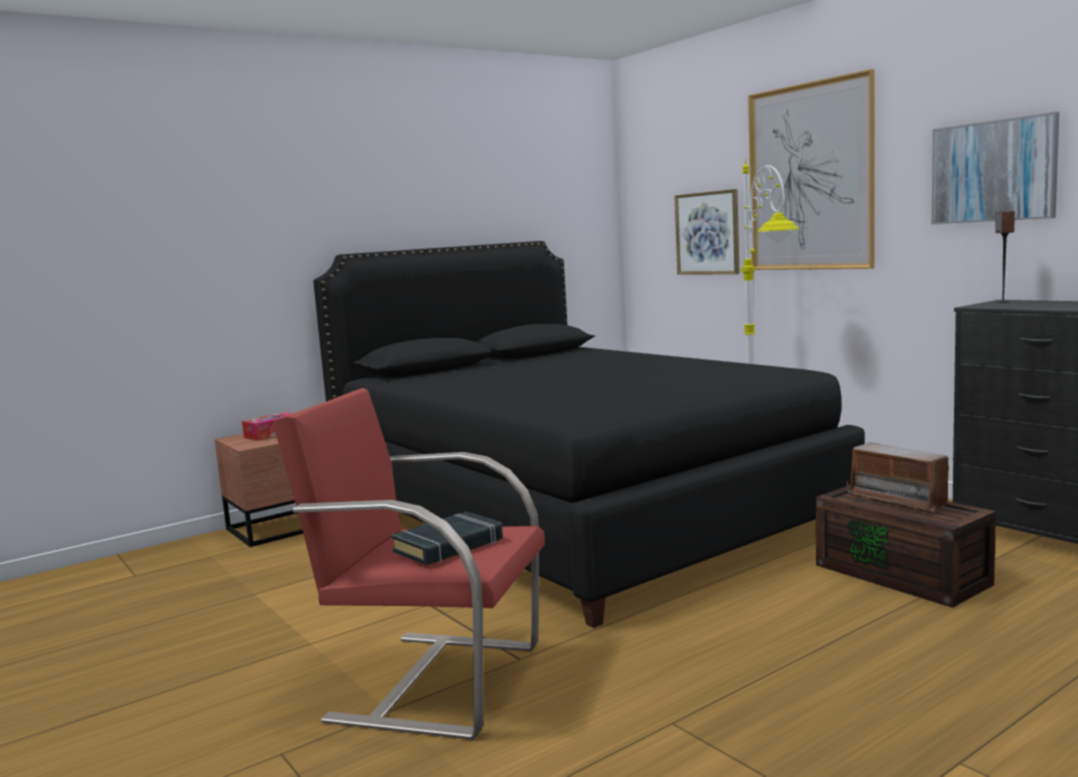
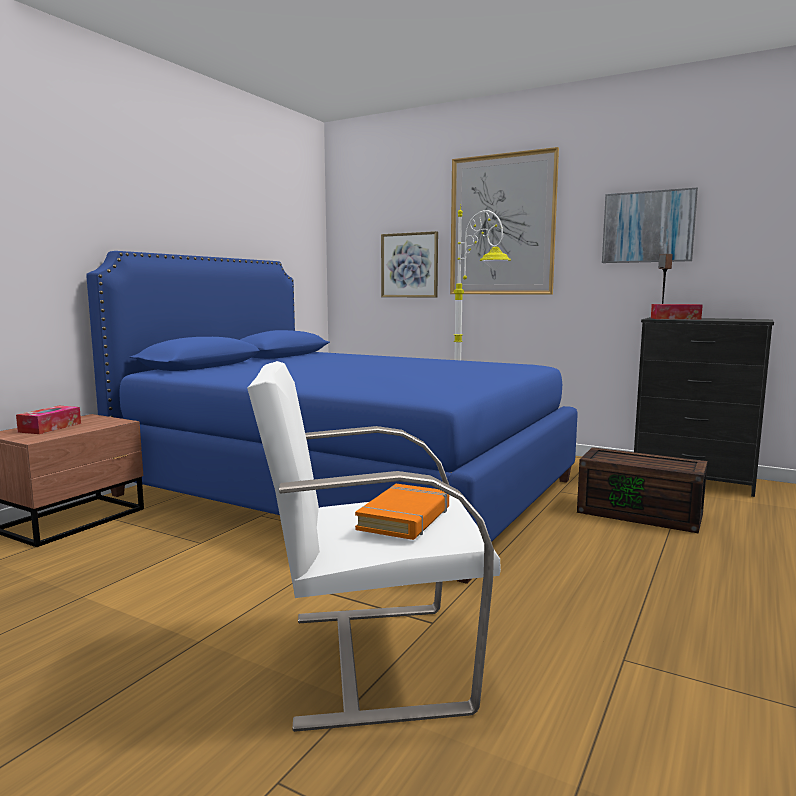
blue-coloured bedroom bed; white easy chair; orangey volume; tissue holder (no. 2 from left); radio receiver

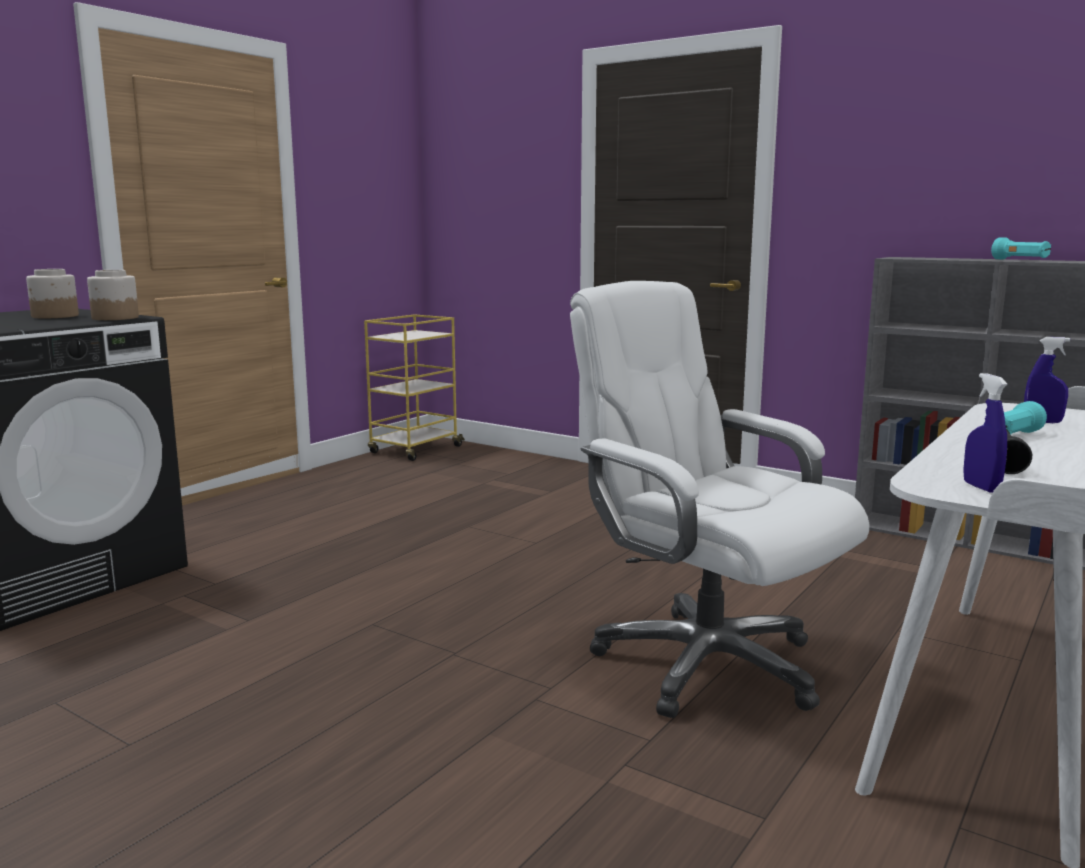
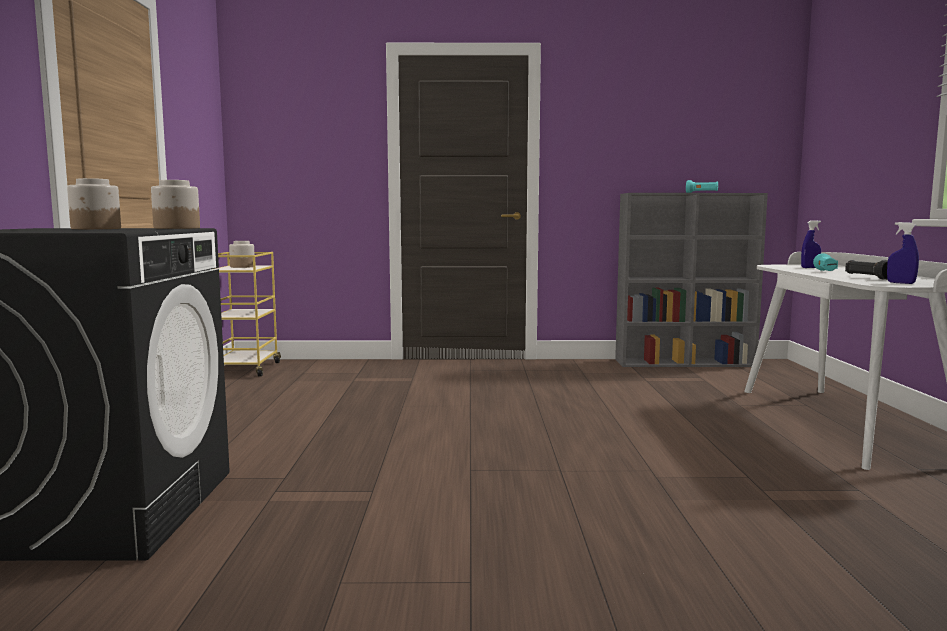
preserve jar (no. 3 from left); white computer chair

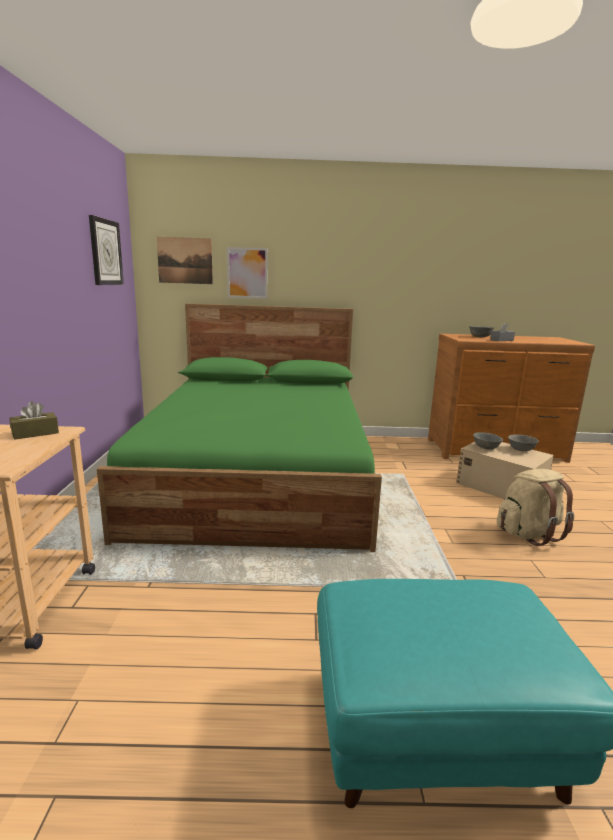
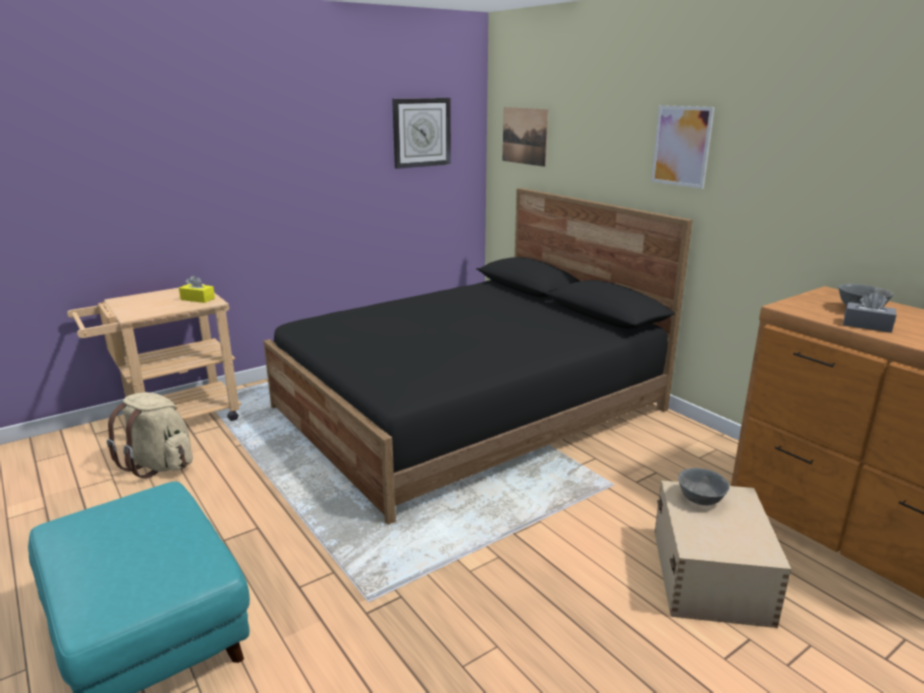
sand-coloured rucksack; yellow-coloured tissue holder; black-coloured bedroom bed; wall art (no. 2 from left); gray deep dish (no. 3 from left in the first image)

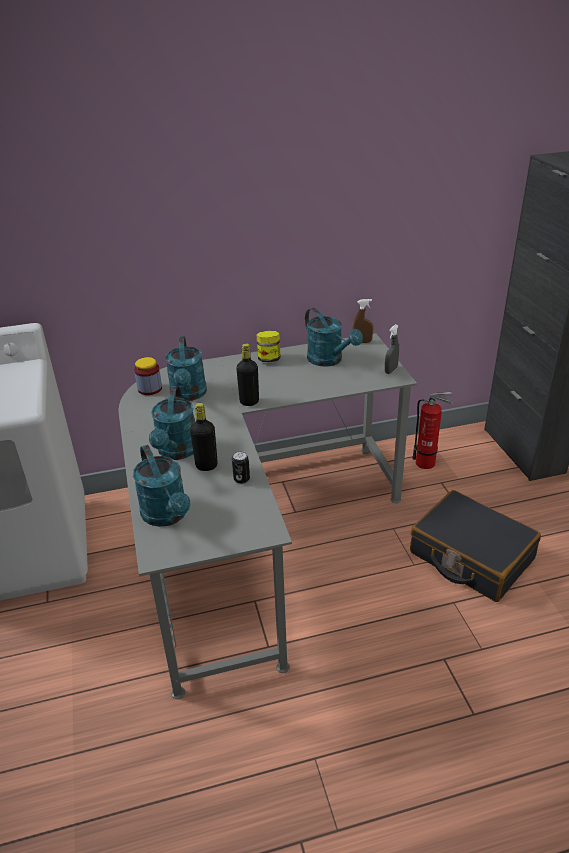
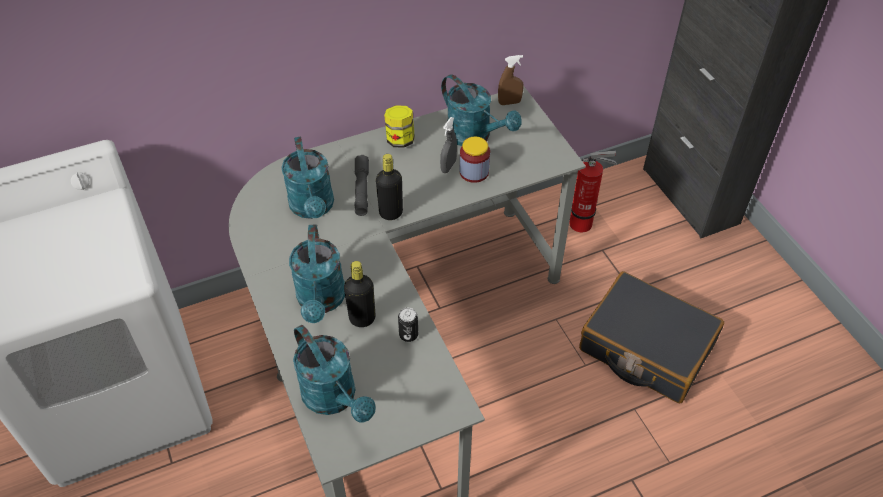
gray torch; gray spray bottle; preserve jar (no. 2 from left)

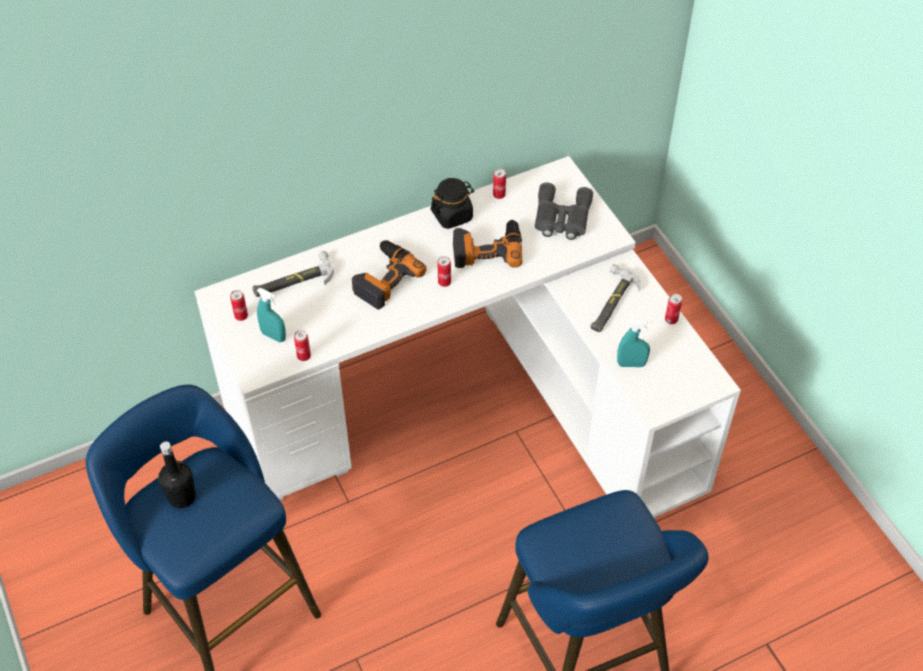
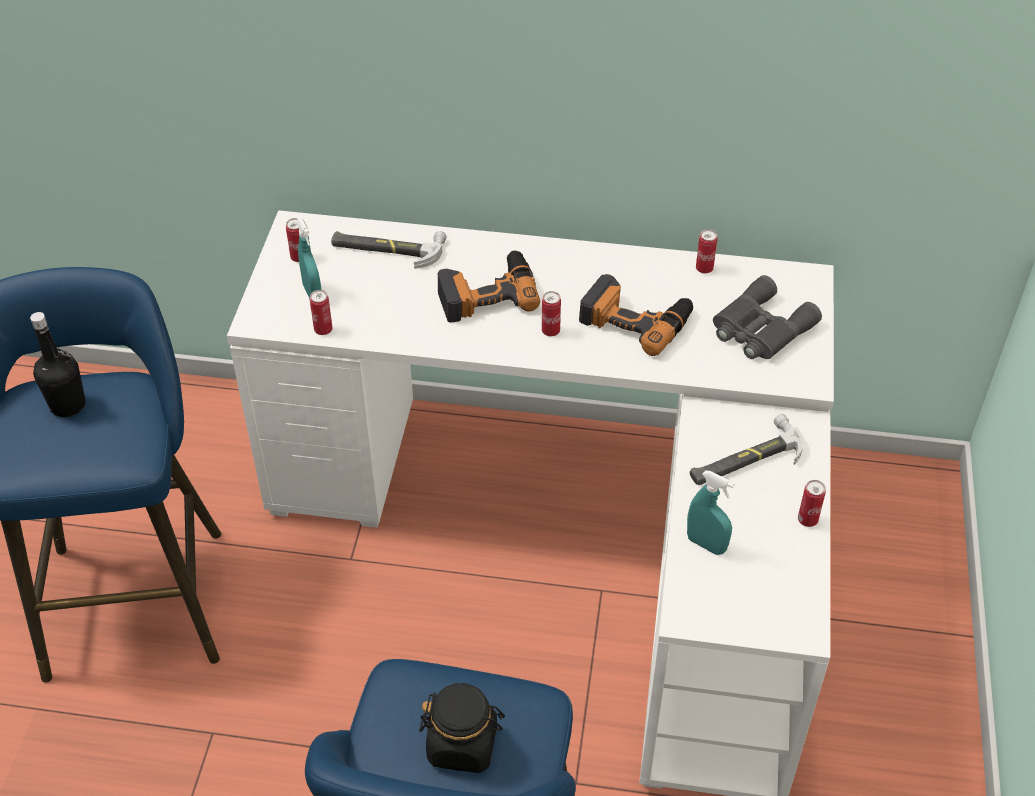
black-coloured preserve jar

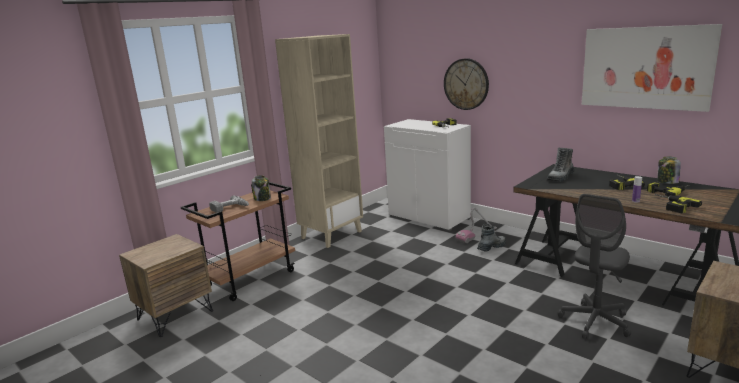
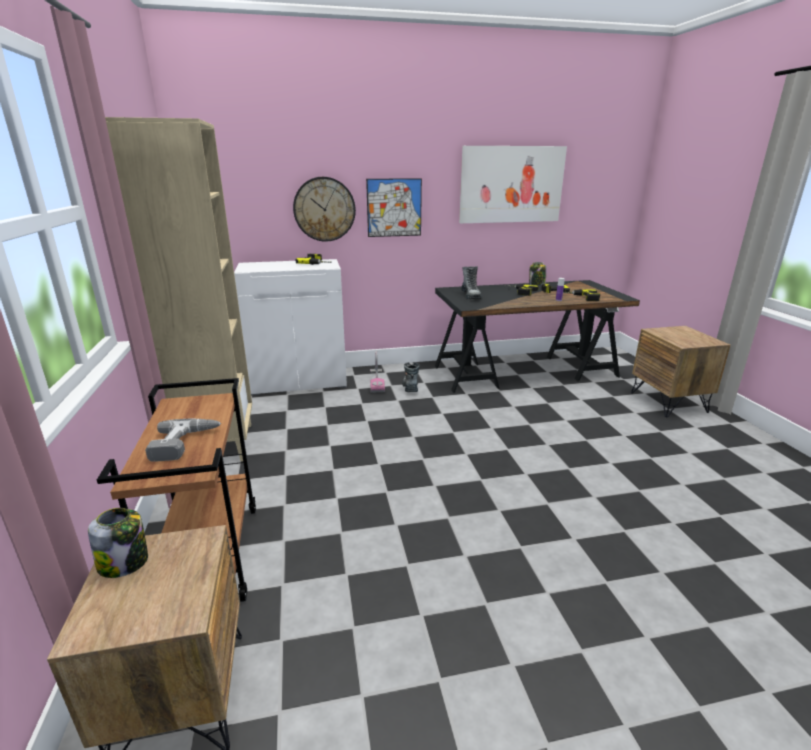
preserve jar (no. 1 from left); wall art (no. 1 from left); gray computer chair

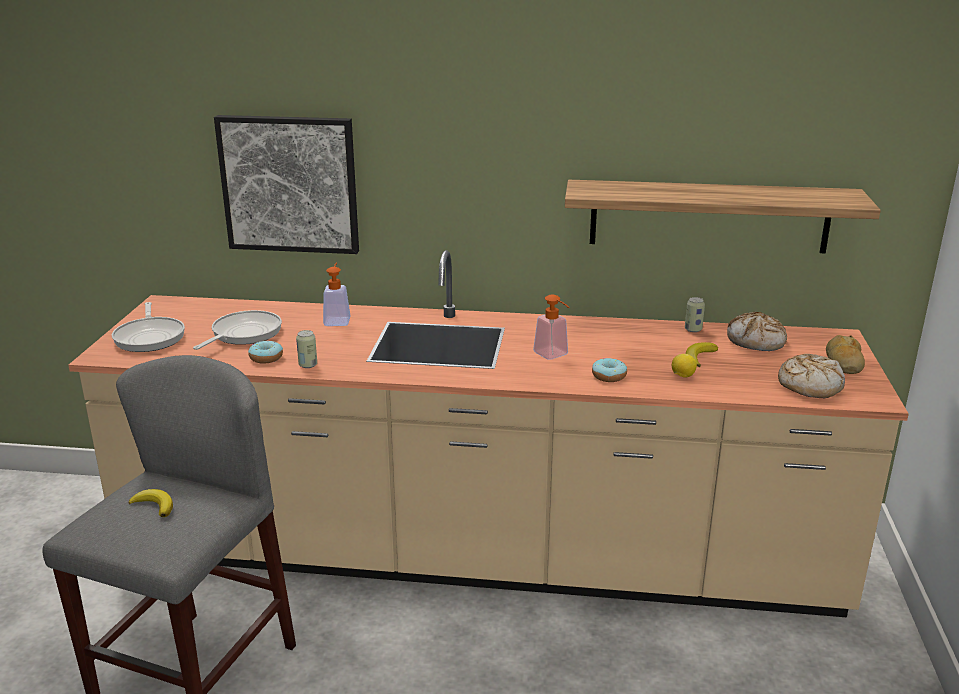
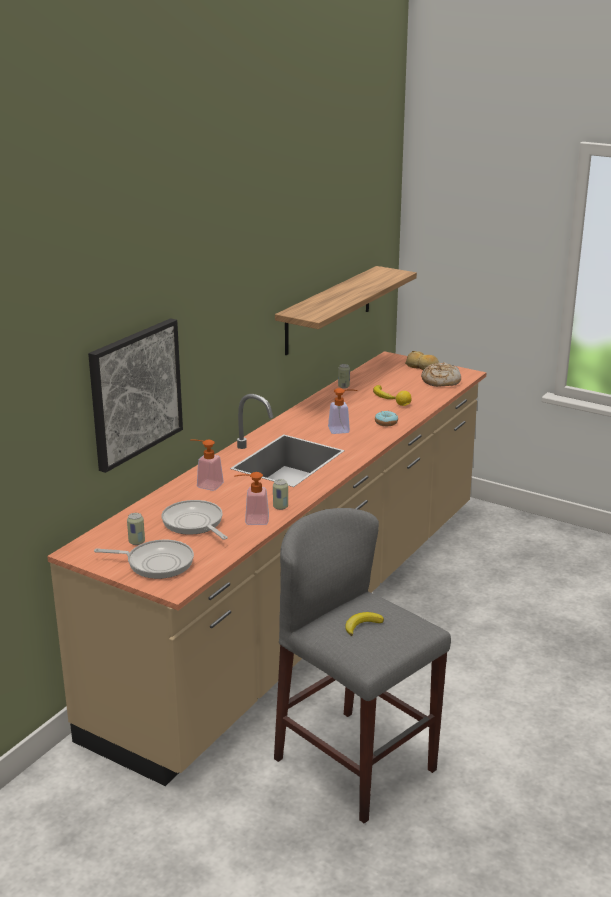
sealed can (no. 1 from left); soap dispenser (no. 2 from left); bakery bread (no. 1 from left in the first image)

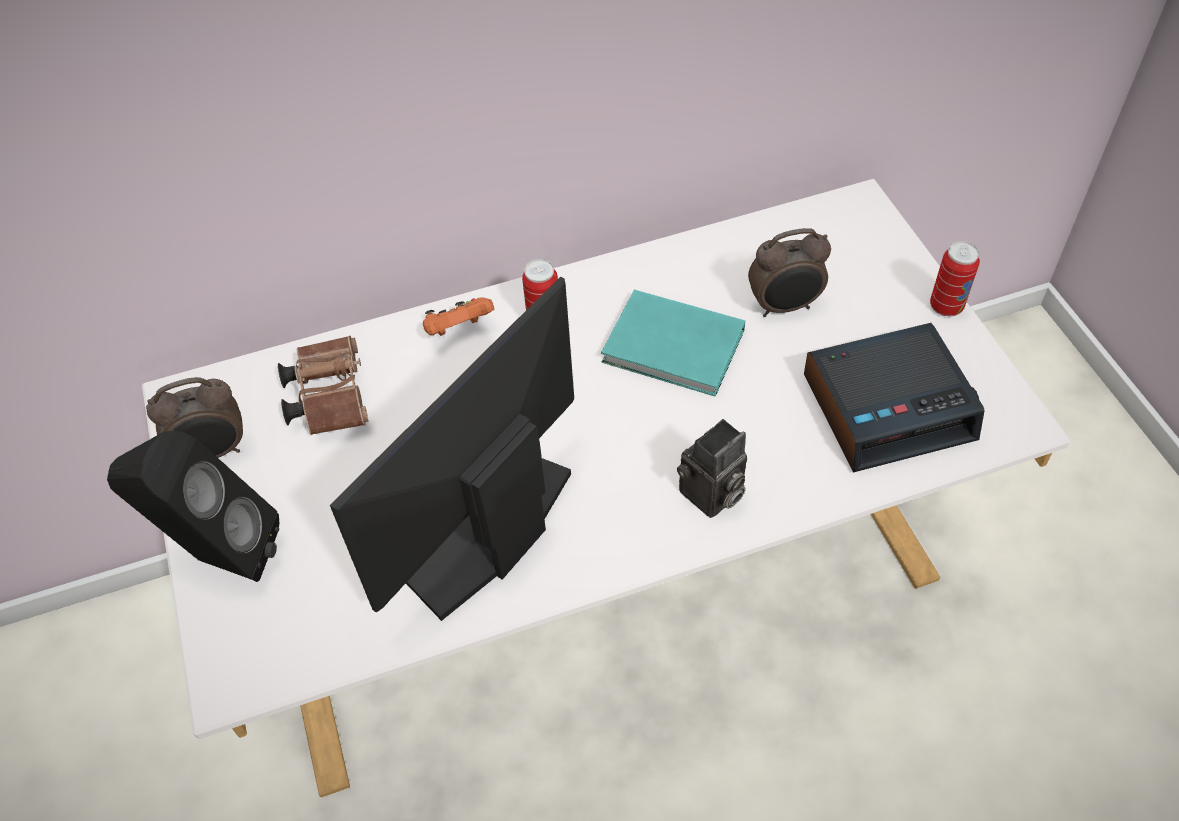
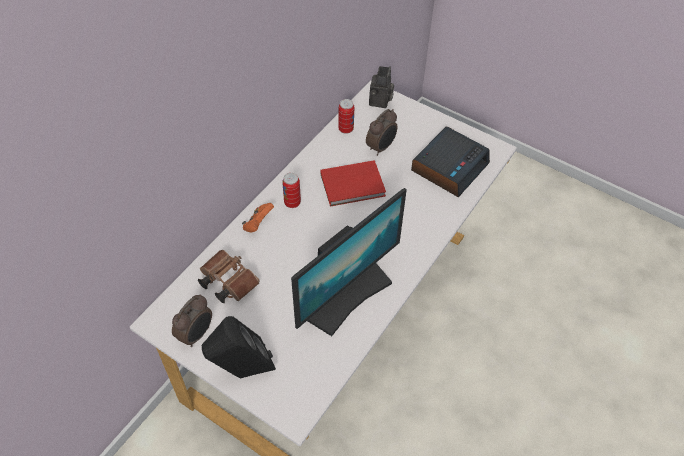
monitor; reddish volume; sealed can (no. 2 from left); photo camera

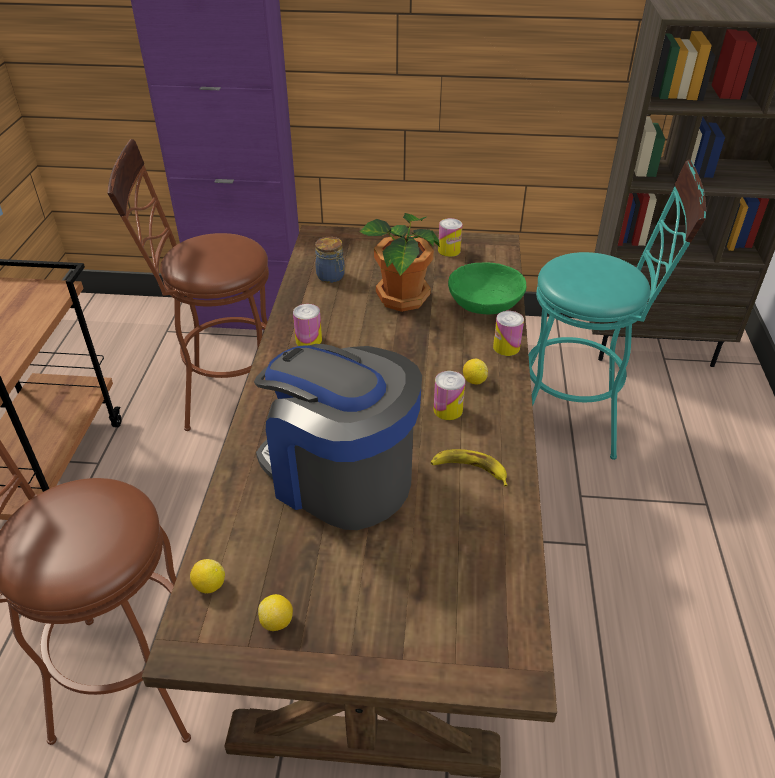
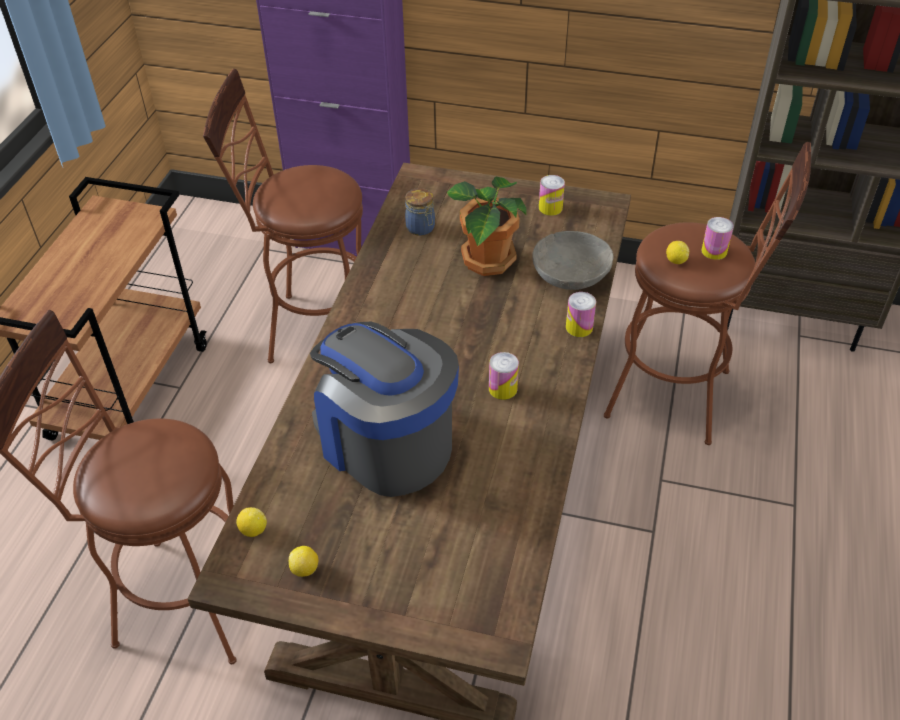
gray deep dish; brown-coloured stool (no. 3 from left); citrus fruit (no. 3 from left); sealed can (no. 4 from left); banana fruit

